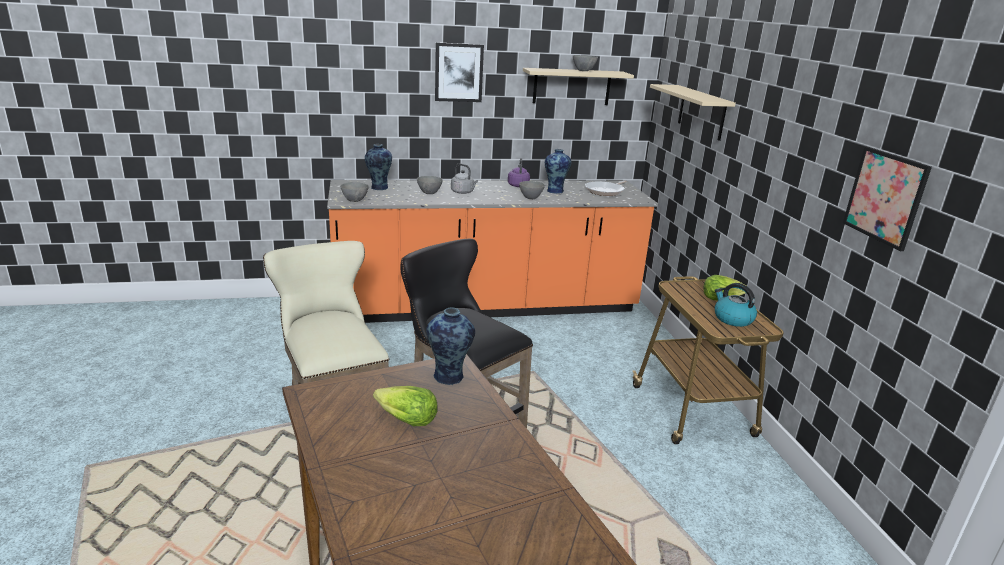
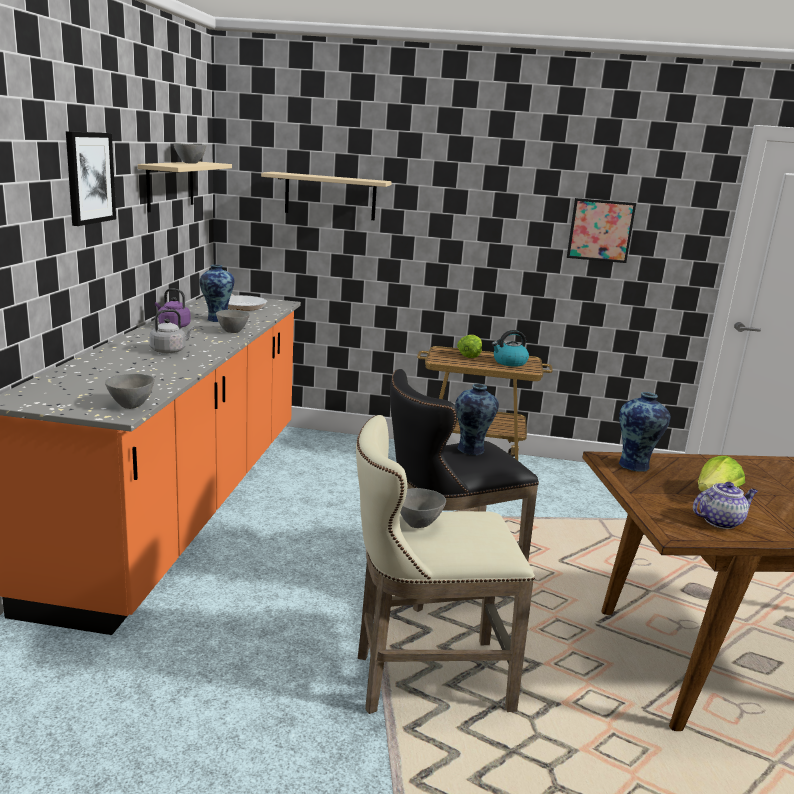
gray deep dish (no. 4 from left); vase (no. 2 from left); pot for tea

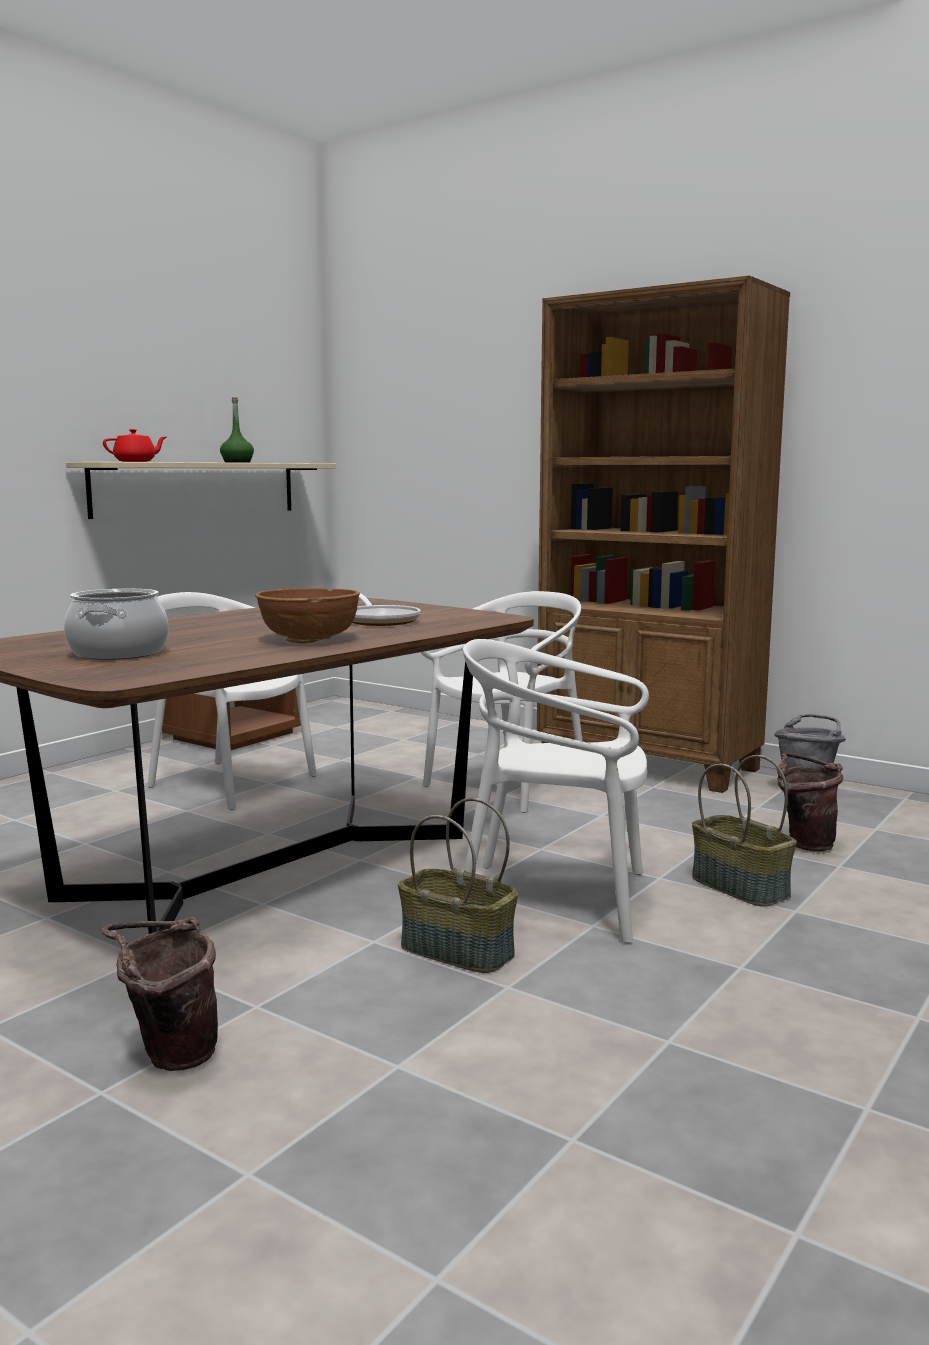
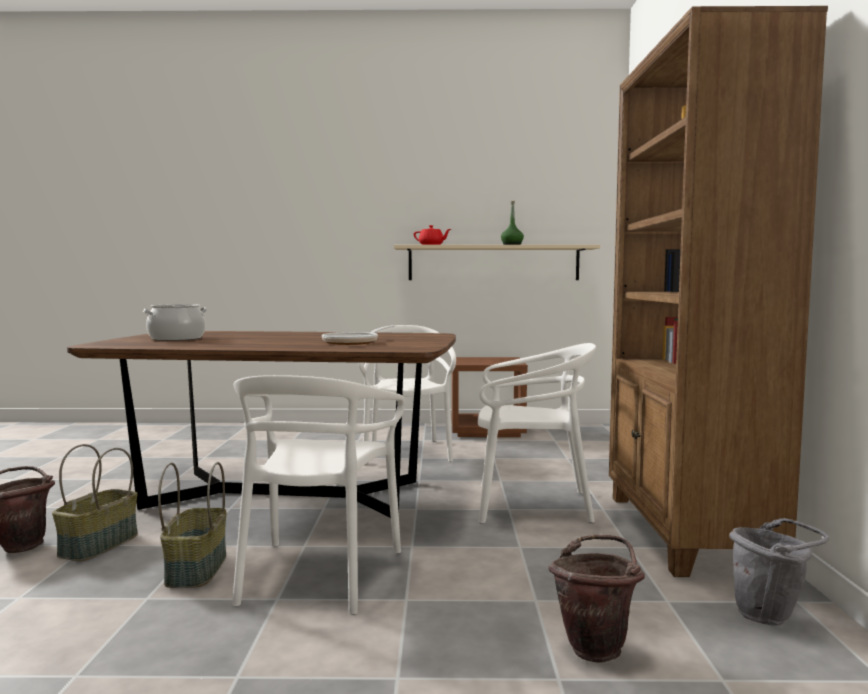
storage basket (no. 1 from left); white chair (no. 1 from left); brown-coloured deep dish

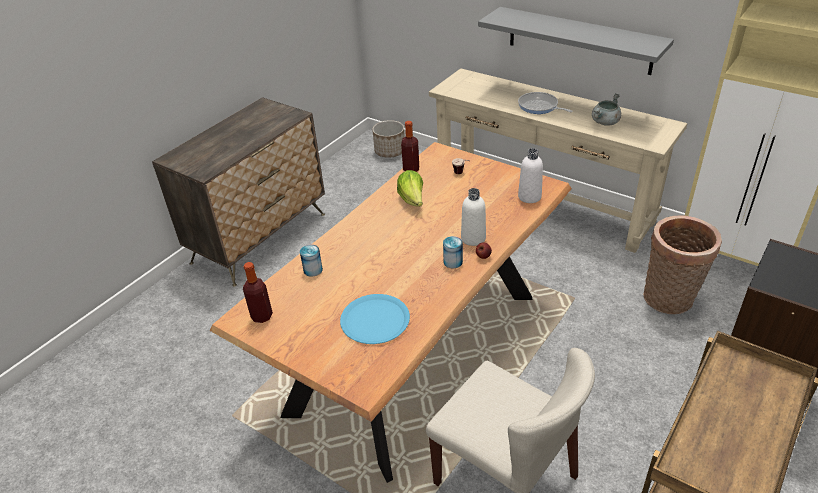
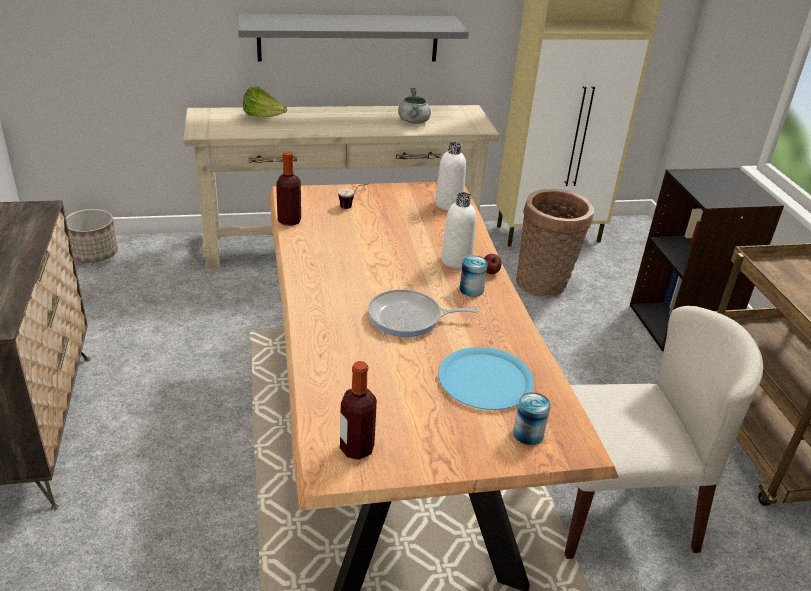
head of lettuce; frying pan; sealed can (no. 2 from left)

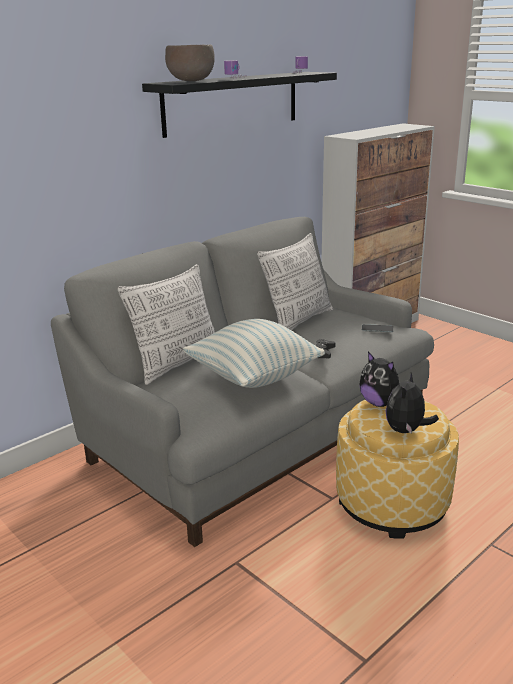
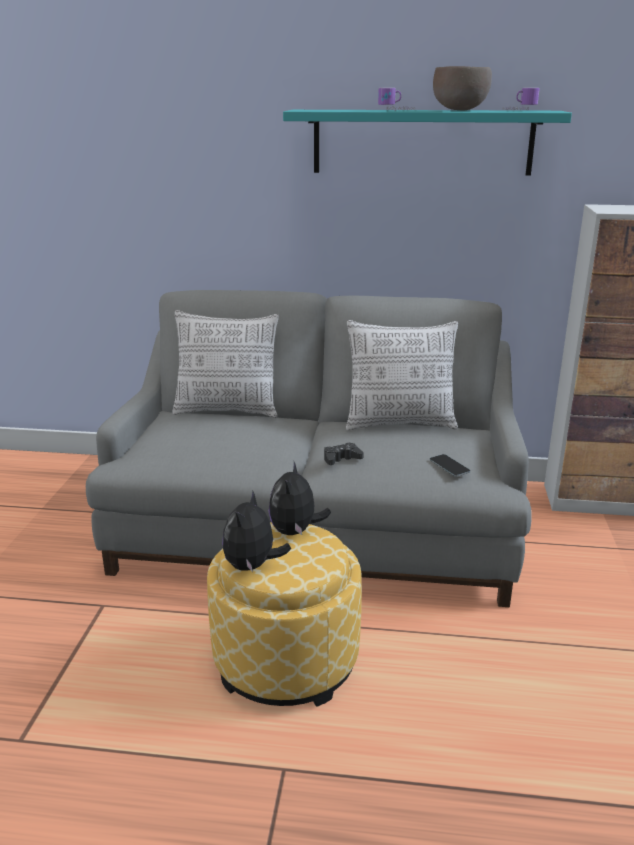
plush toy (no. 1 from left); turquoise-coloured bracket shelf; brown-coloured deep dish; throw pillow (no. 2 from left in the first image)

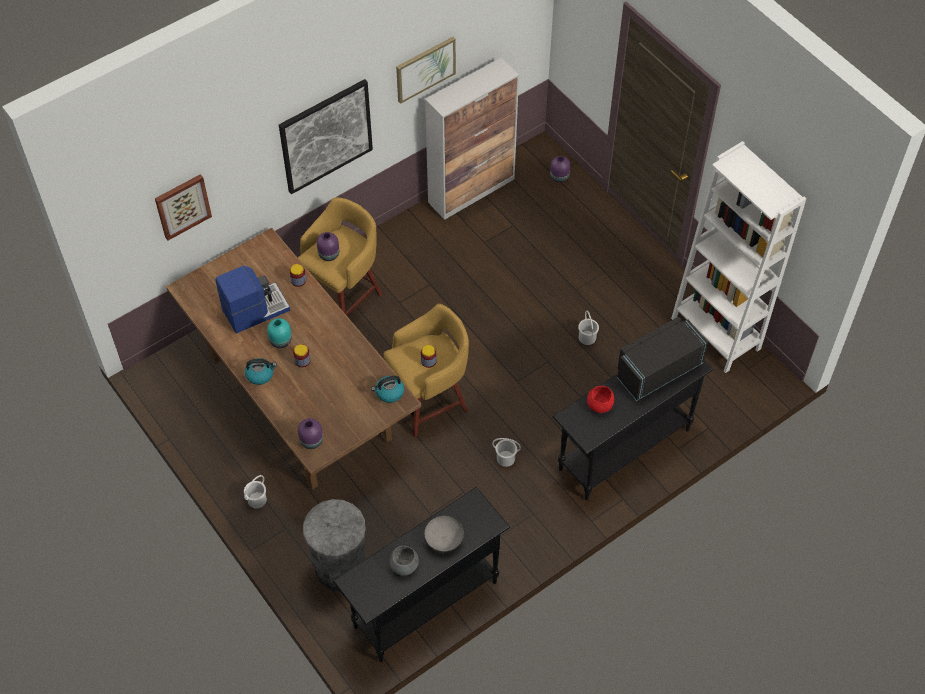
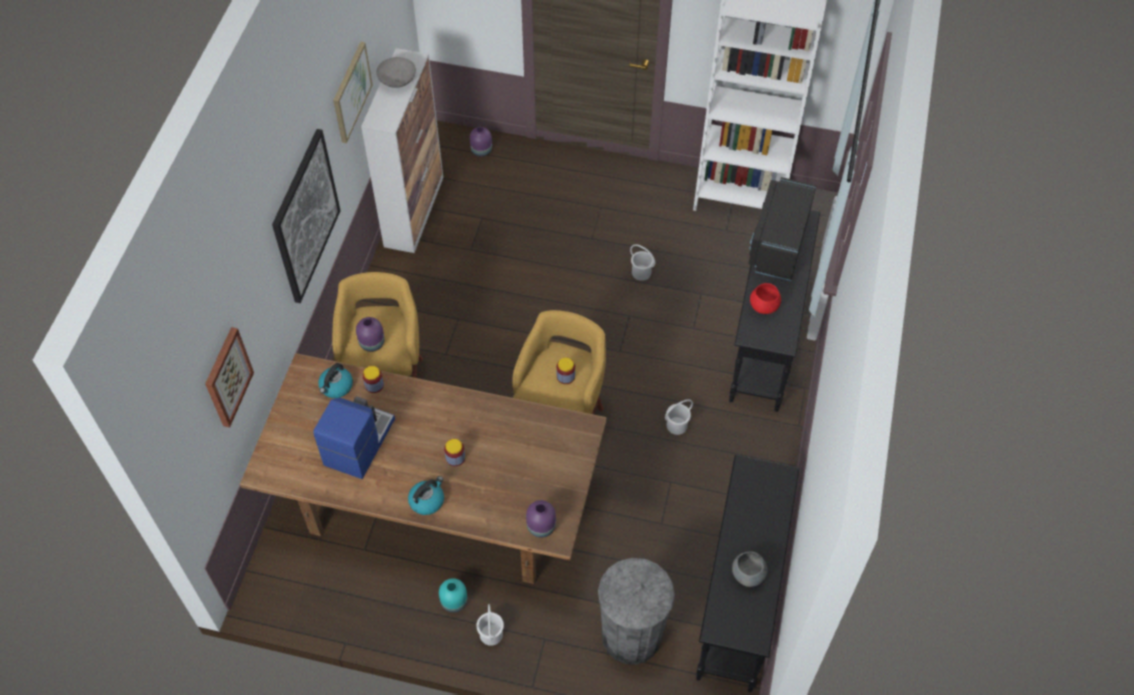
tea kettle (no. 1 from left); gray deep dish (no. 1 from left); turquoise-coloured vase

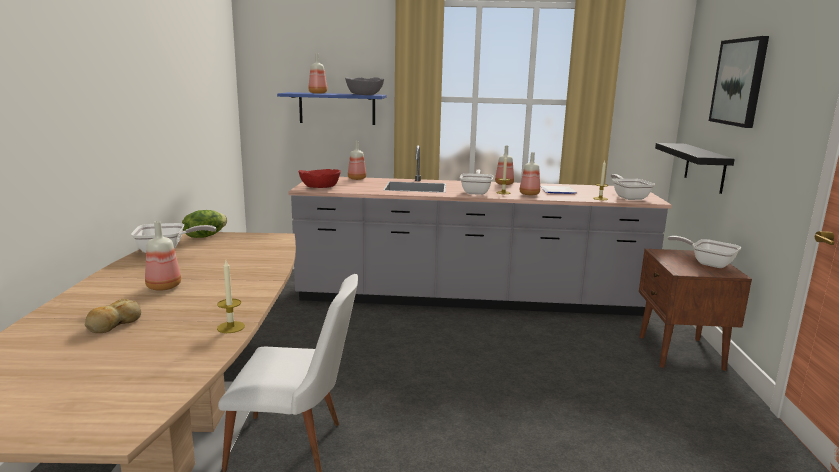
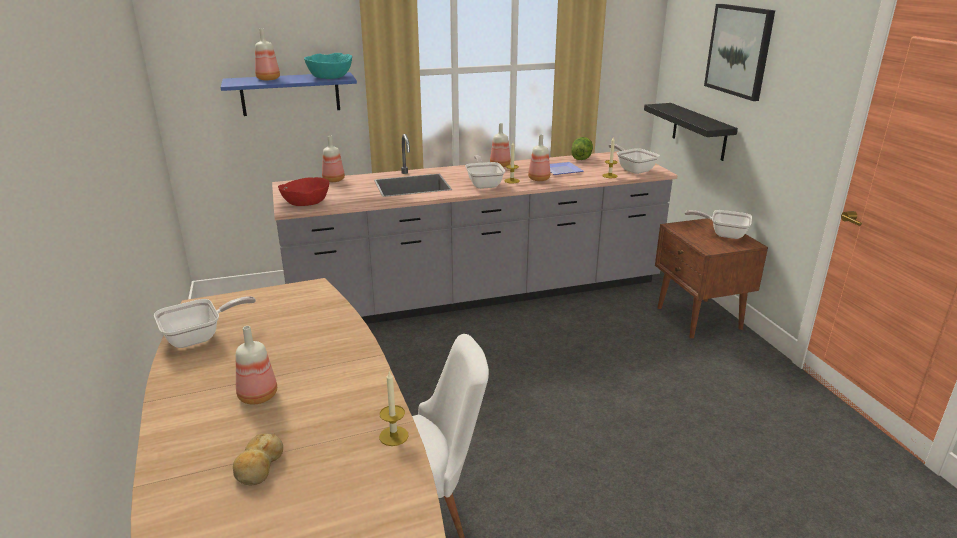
turquoise-coloured deep dish; head of lettuce

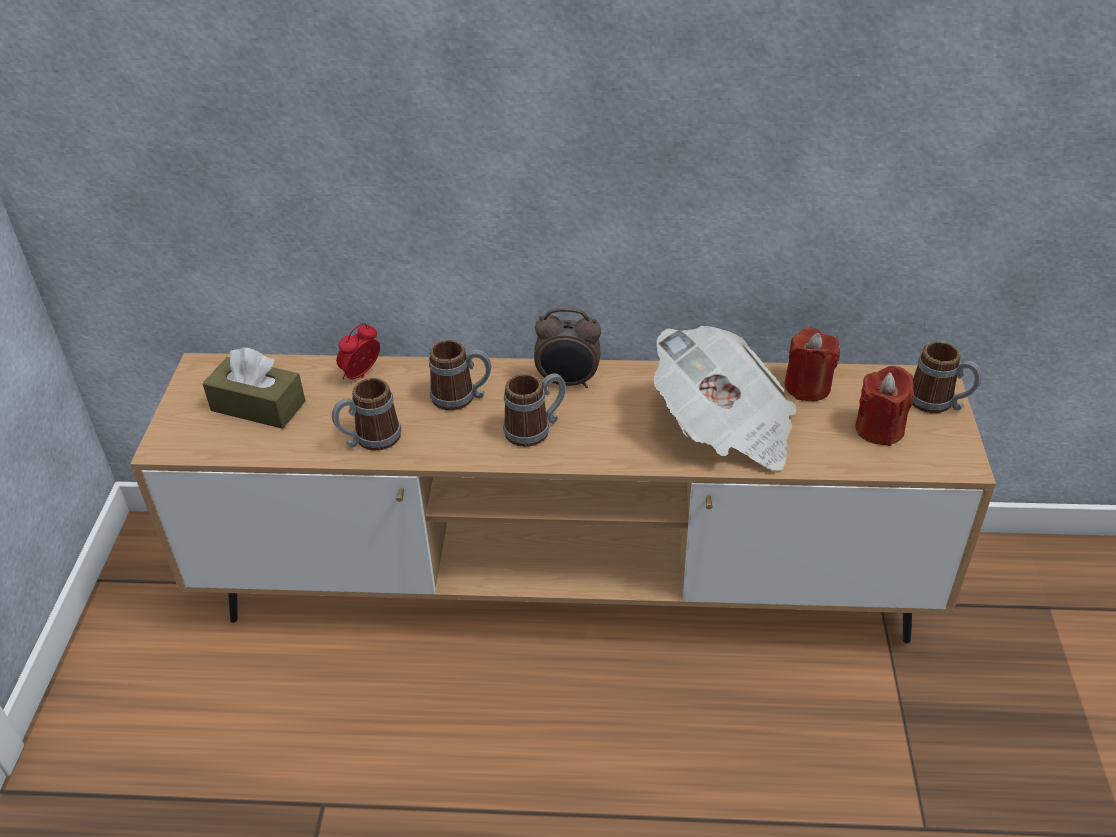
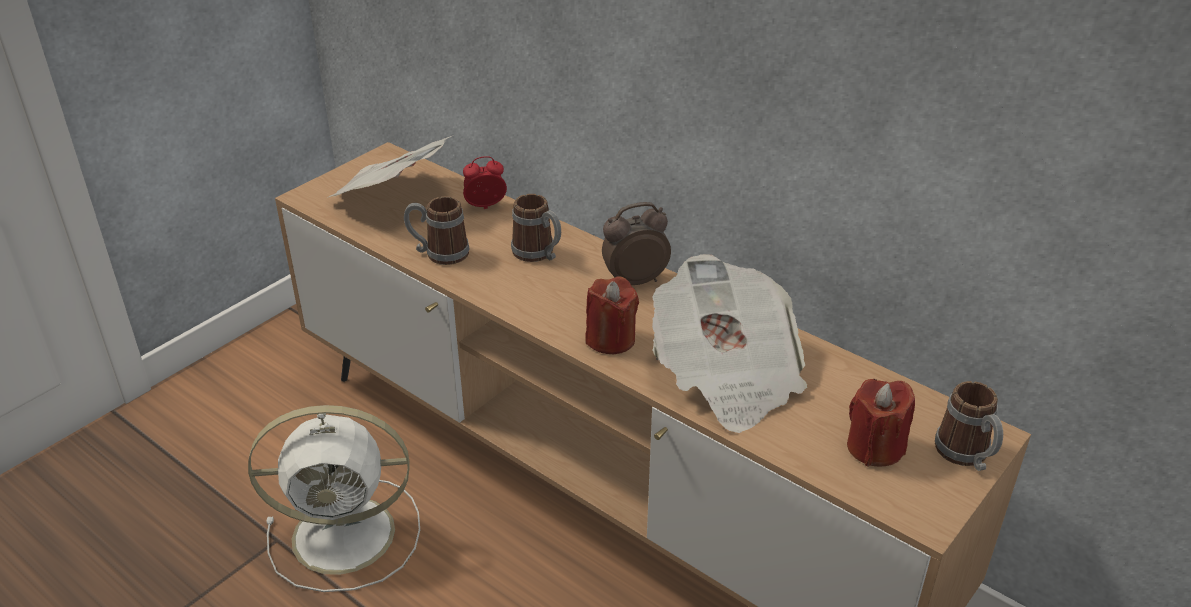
white electric fan; newspaper (no. 1 from left); reddish candle (no. 1 from left); bedside clock (no. 2 from left); coffee mug (no. 3 from left in the first image)

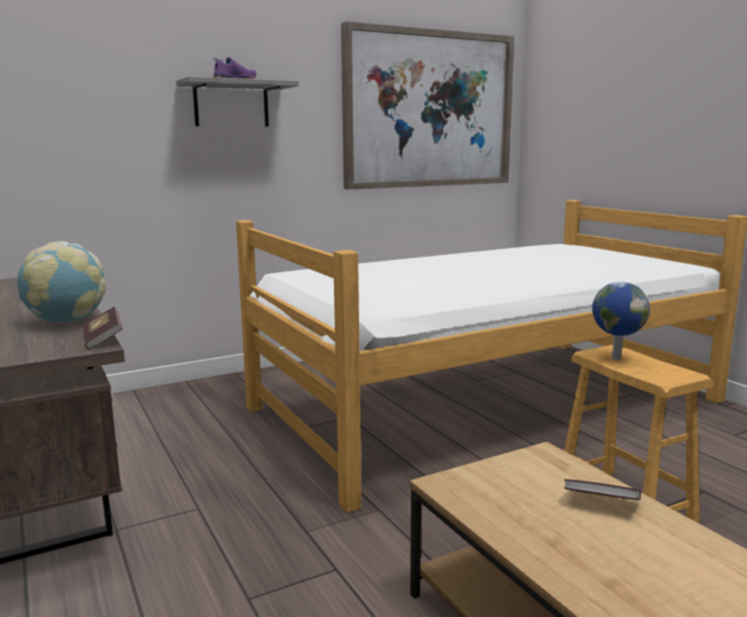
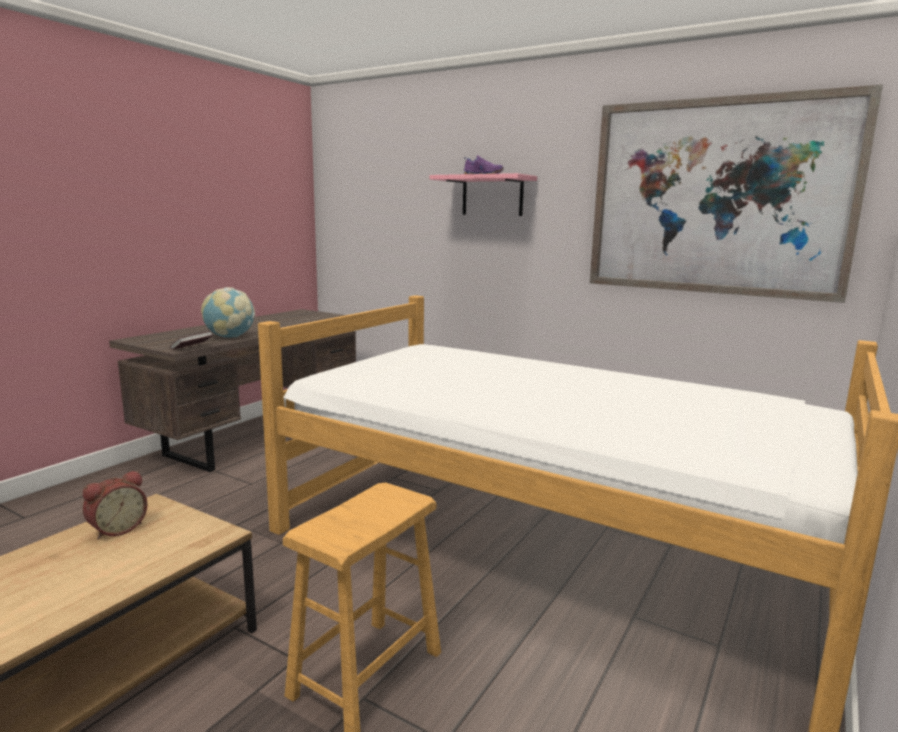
bedside clock; pink-coloured bracket shelf; volume (no. 2 from left in the first image); desk globe (no. 2 from left in the first image)

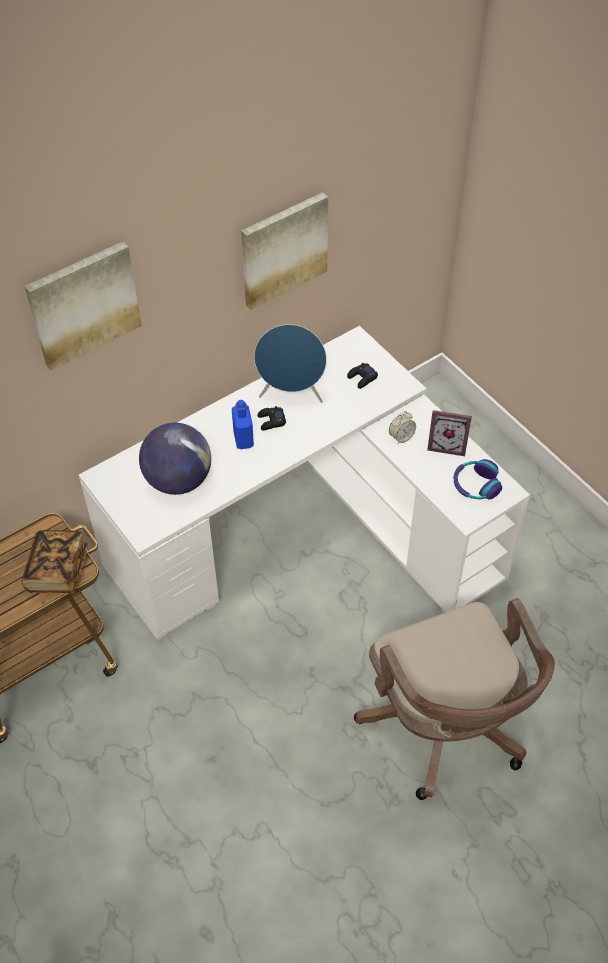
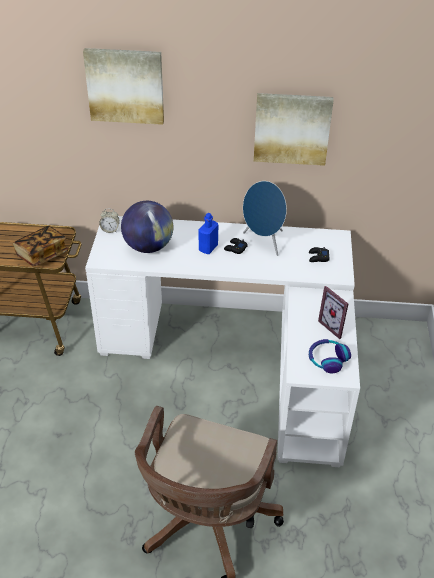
bedside clock

